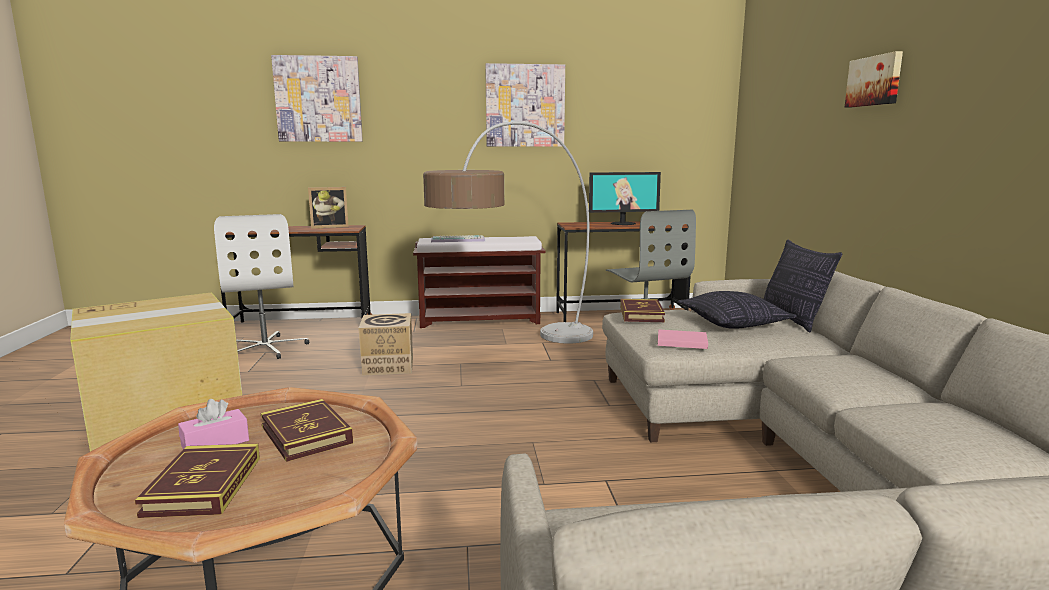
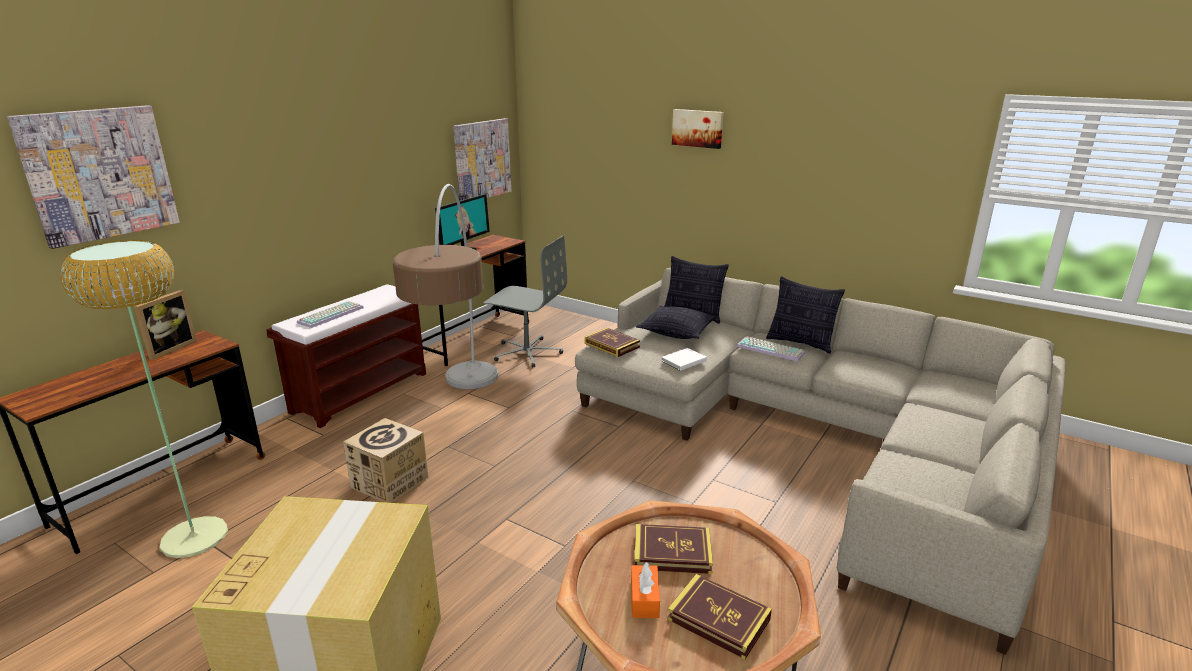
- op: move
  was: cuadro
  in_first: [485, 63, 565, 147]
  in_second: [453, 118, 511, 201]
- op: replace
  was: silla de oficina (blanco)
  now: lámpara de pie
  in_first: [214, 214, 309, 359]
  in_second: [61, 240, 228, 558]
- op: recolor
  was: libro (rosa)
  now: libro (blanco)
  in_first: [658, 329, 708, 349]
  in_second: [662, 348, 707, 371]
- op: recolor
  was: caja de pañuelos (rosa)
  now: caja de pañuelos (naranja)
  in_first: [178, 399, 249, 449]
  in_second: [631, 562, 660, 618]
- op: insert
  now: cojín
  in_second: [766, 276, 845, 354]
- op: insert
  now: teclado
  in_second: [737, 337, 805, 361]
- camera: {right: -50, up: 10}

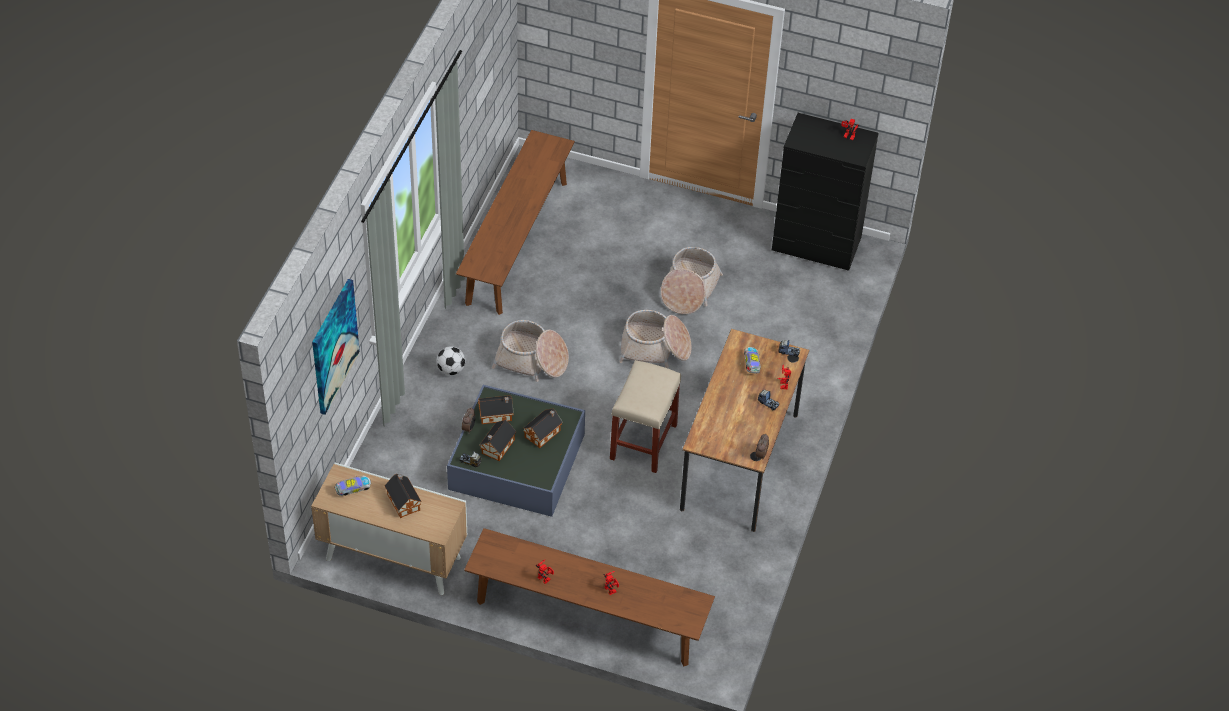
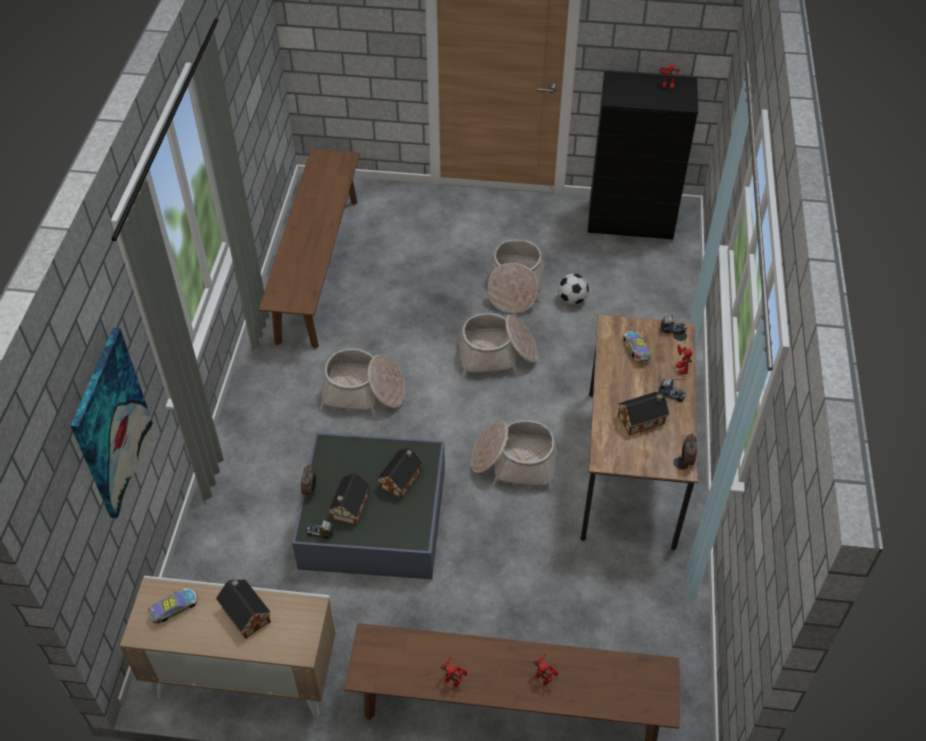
- op: move
  was: balón de fútbol
  in_first: [437, 346, 465, 375]
  in_second: [558, 274, 589, 304]
- op: replace
  was: taburete (beis)
  now: cesta
  in_first: [610, 360, 681, 473]
  in_second: [471, 420, 558, 492]
- op: move
  was: casita
  in_first: [478, 395, 514, 424]
  in_second: [617, 392, 669, 435]
- camera: {right: -10, up: 0}

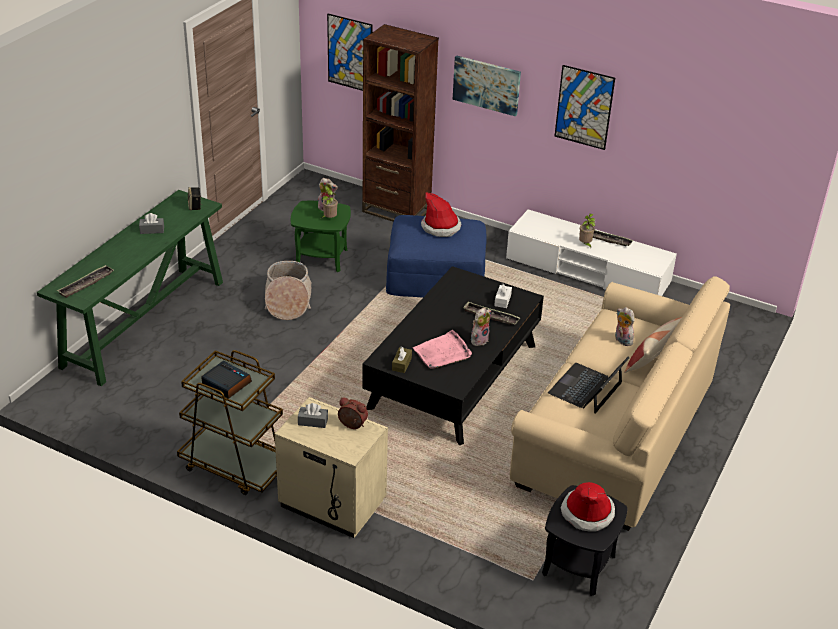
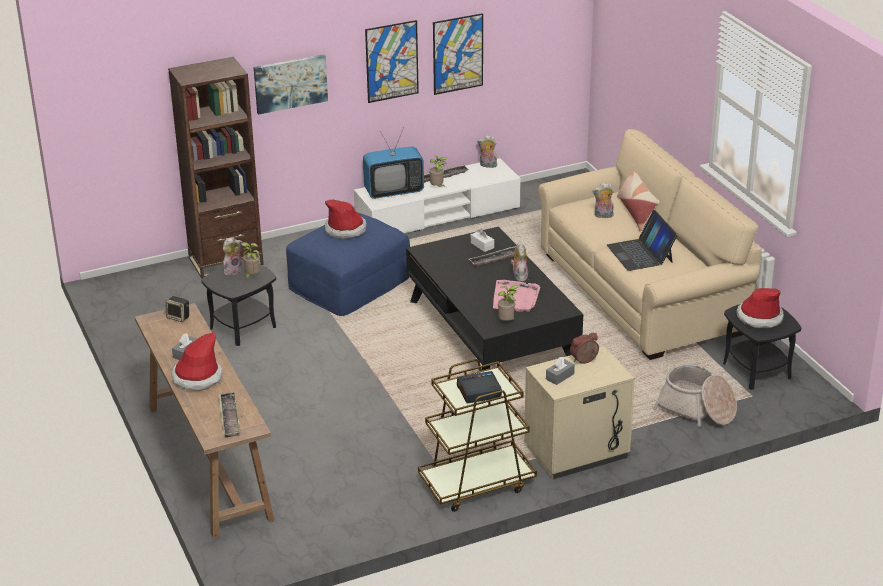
- op: move
  was: cuadro
  in_first: [327, 14, 372, 91]
  in_second: [433, 13, 483, 95]
- op: recolor
  was: mesa consola (verde)
  now: mesa consola (marrón)
  in_first: [37, 190, 223, 386]
  in_second: [135, 303, 275, 538]
- op: recolor
  was: mesa auxiliar (verde)
  now: mesa auxiliar (negro)
  in_first: [291, 201, 351, 272]
  in_second: [201, 260, 276, 346]
- op: move
  was: cesta
  in_first: [265, 261, 312, 320]
  in_second: [653, 364, 737, 427]
- op: replace
  was: caja de pañuelos (marrón)
  now: planta en maceta
  in_first: [392, 346, 412, 373]
  in_second: [498, 285, 519, 321]
- op: insert
  now: televisor
  in_second: [363, 127, 424, 199]
- op: insert
  now: peluche
  in_second: [477, 135, 497, 168]
- op: insert
  now: sombrero
  in_second: [172, 332, 223, 391]
- camera: {right: -50, up: -5}

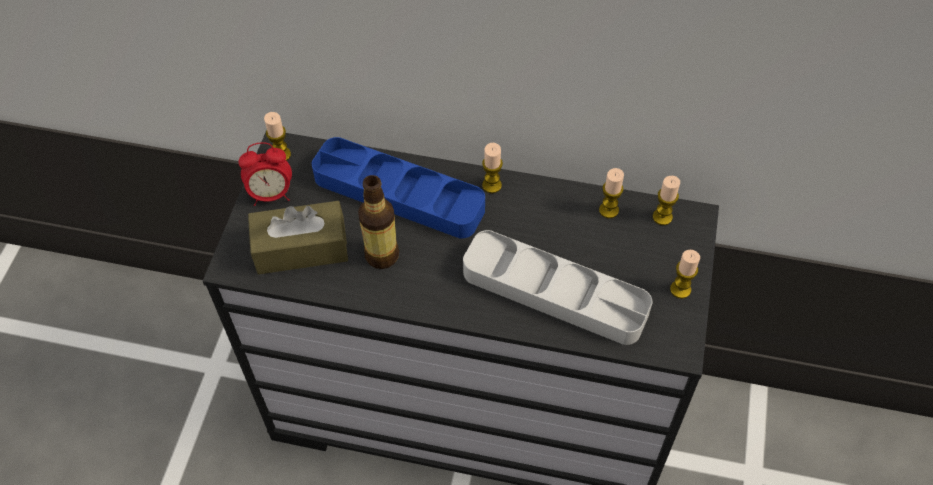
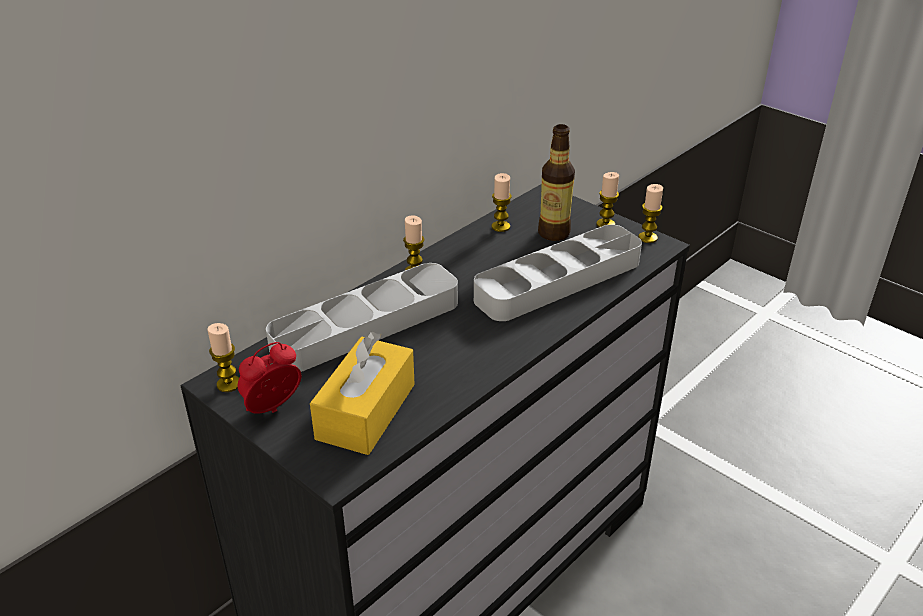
- op: recolor
  was: bandeja (azul)
  now: bandeja (gris)
  in_first: [312, 137, 485, 239]
  in_second: [266, 263, 458, 372]
- op: rotate
  was: despertador
  in_first: [238, 142, 292, 206]
  in_second: [237, 342, 301, 414]
  clockwise: -150
- op: move
  was: botella
  in_first: [358, 175, 399, 269]
  in_second: [538, 124, 575, 241]
- op: move
  was: vela
  in_first: [653, 176, 680, 225]
  in_second: [638, 184, 663, 243]
- op: recolor
  was: caja de pañuelos (marrón)
  now: caja de pañuelos (amarillo)
  in_first: [248, 201, 348, 274]
  in_second: [310, 331, 415, 455]
- camera: {right: -60, up: -20}

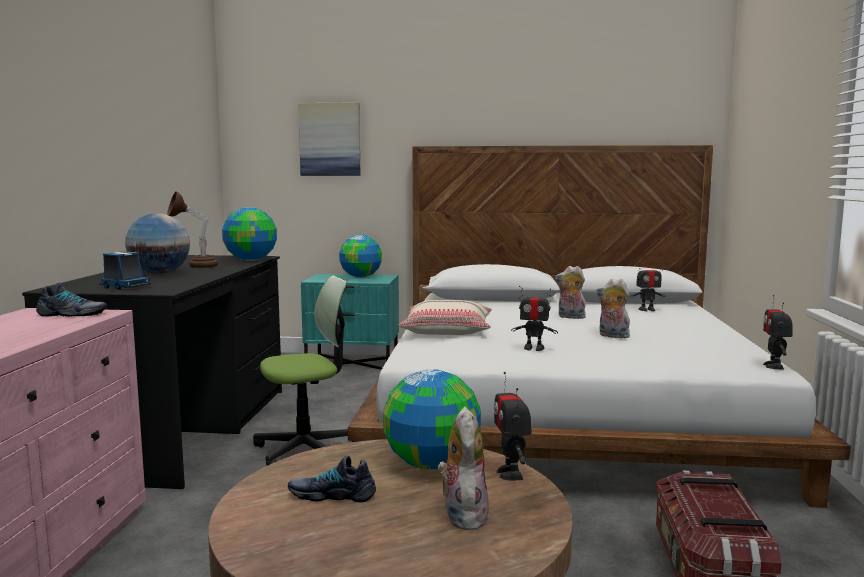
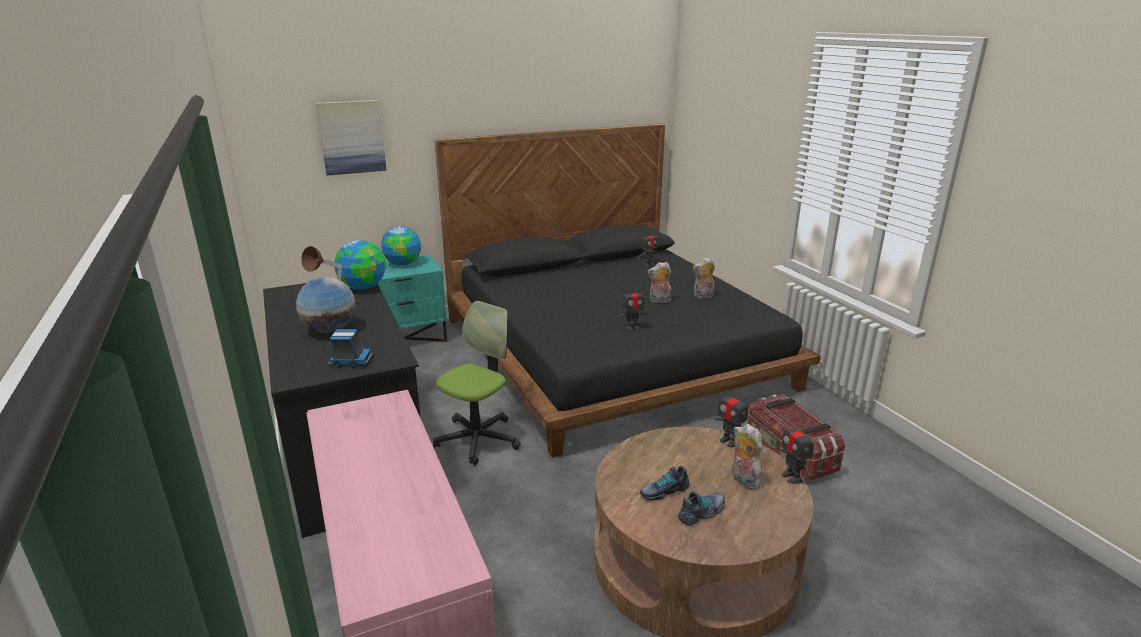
- op: recolor
  was: cama (blanco)
  now: cama (negro)
  in_first: [348, 145, 851, 508]
  in_second: [435, 124, 821, 458]
- op: move
  was: peluche
  in_first: [555, 266, 586, 319]
  in_second: [693, 257, 715, 298]
- op: move
  was: zapato
  in_first: [36, 283, 107, 317]
  in_second: [678, 492, 725, 525]
- op: move
  was: robot de juguete
  in_first: [763, 295, 793, 370]
  in_second: [780, 415, 813, 484]
- op: delete
  was: cojín (beis)
  in_first: [398, 300, 492, 335]
- op: delete
  was: globo terráqueo
  in_first: [383, 369, 481, 469]
- camera: {right: -30, up: 15}

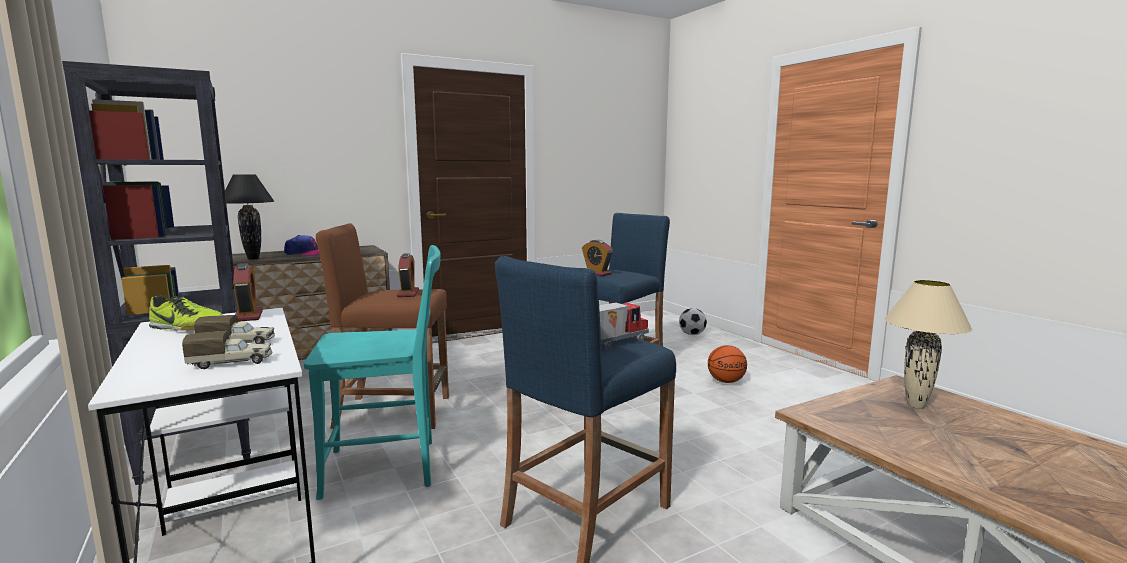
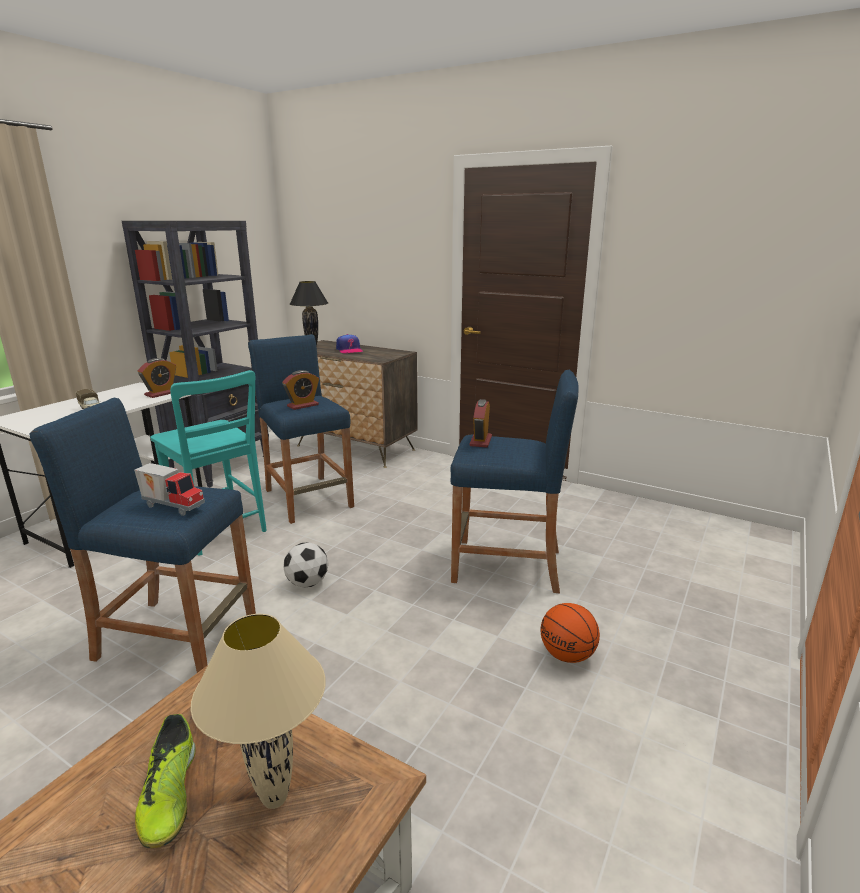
- op: recolor
  was: taburete (marrón)
  now: taburete (azul)
  in_first: [316, 224, 449, 429]
  in_second: [248, 334, 354, 524]
- op: move
  was: zapato
  in_first: [149, 295, 223, 331]
  in_second: [135, 714, 196, 849]
- op: move
  was: balón de fútbol
  in_first: [679, 308, 707, 335]
  in_second: [283, 542, 329, 588]
- op: delete
  was: camión de juguete
  in_first: [182, 331, 272, 369]
- camera: {right: 60, up: 10}

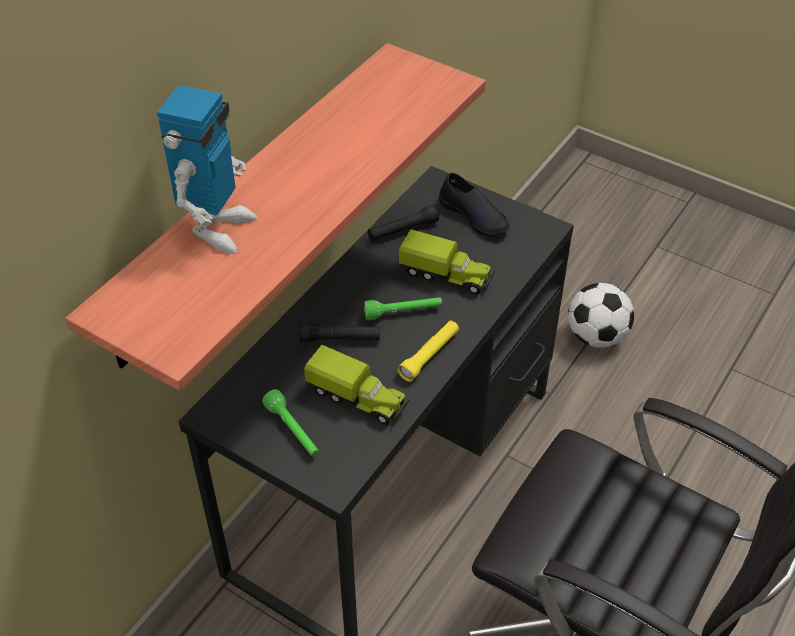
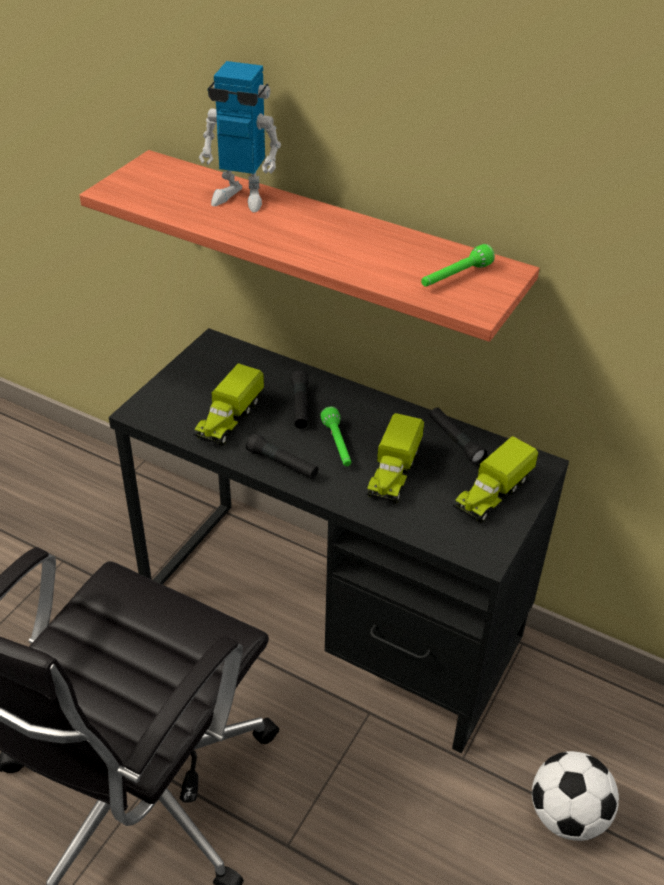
- op: replace
  was: zapato (negro)
  now: camión de juguete
  in_first: [439, 173, 510, 237]
  in_second: [453, 436, 538, 523]
- op: recolor
  was: linterna (amarillo)
  now: linterna (negro)
  in_first: [397, 320, 459, 382]
  in_second: [246, 433, 318, 479]
- op: move
  was: linterna (verde)
  in_first: [262, 389, 318, 456]
  in_second: [421, 244, 495, 287]
- camera: {right: 85, up: -5}

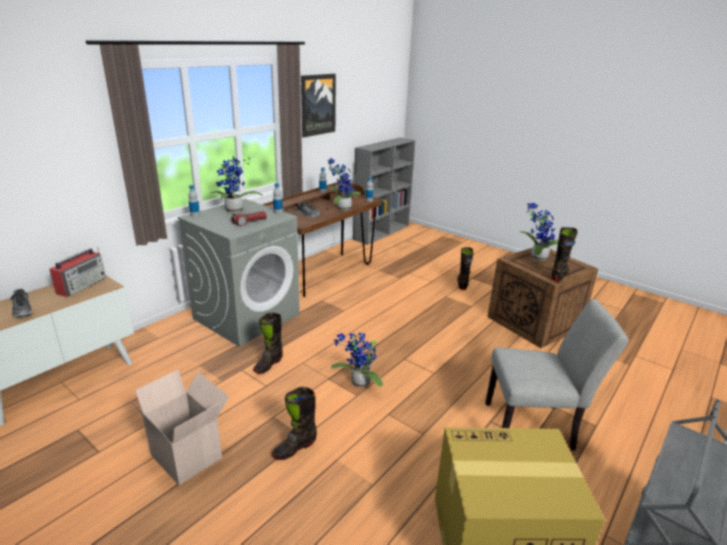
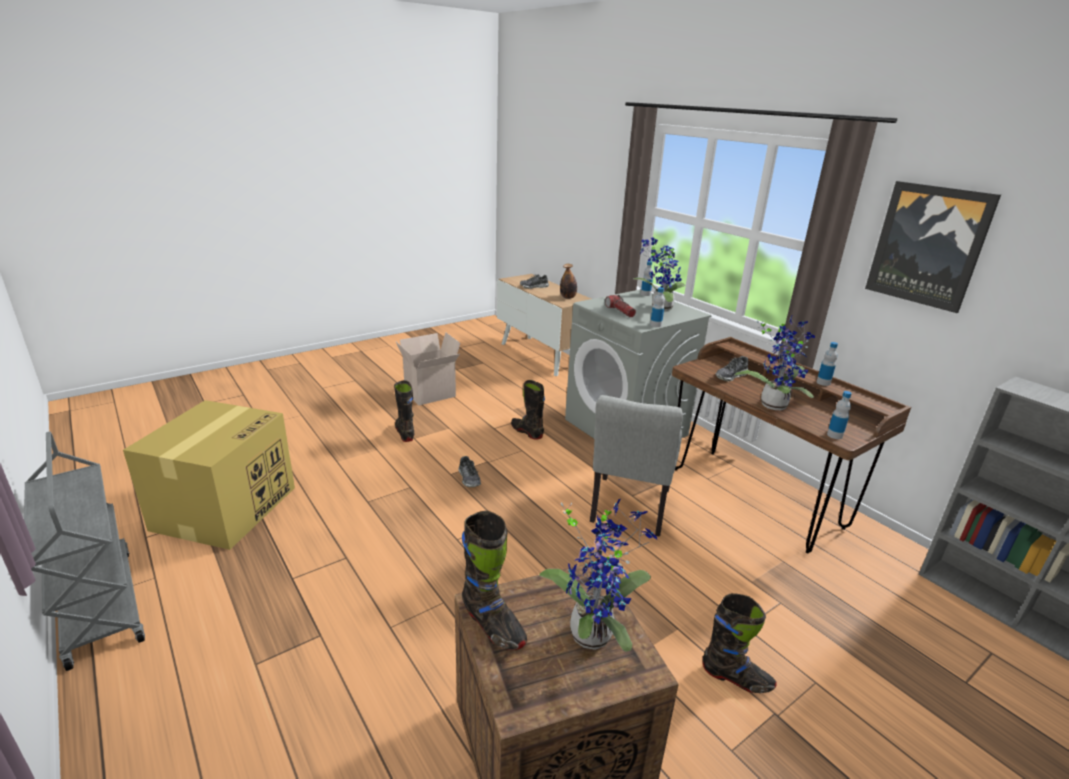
- op: replace
  was: radio
  now: botella
  in_first: [49, 247, 106, 297]
  in_second: [560, 264, 577, 299]
- op: move
  was: silla (gris)
  in_first: [485, 299, 629, 450]
  in_second: [590, 395, 683, 536]
- op: replace
  was: planta en maceta
  now: zapato
  in_first: [331, 331, 383, 387]
  in_second: [458, 456, 481, 487]
- camera: {right: 105, up: 0}

